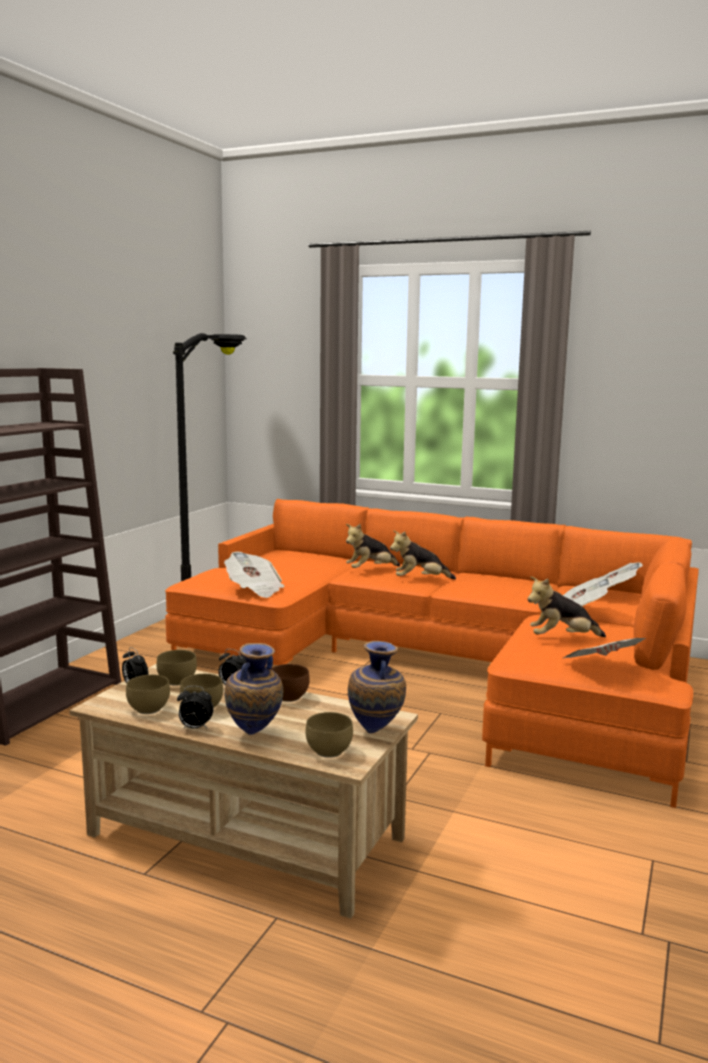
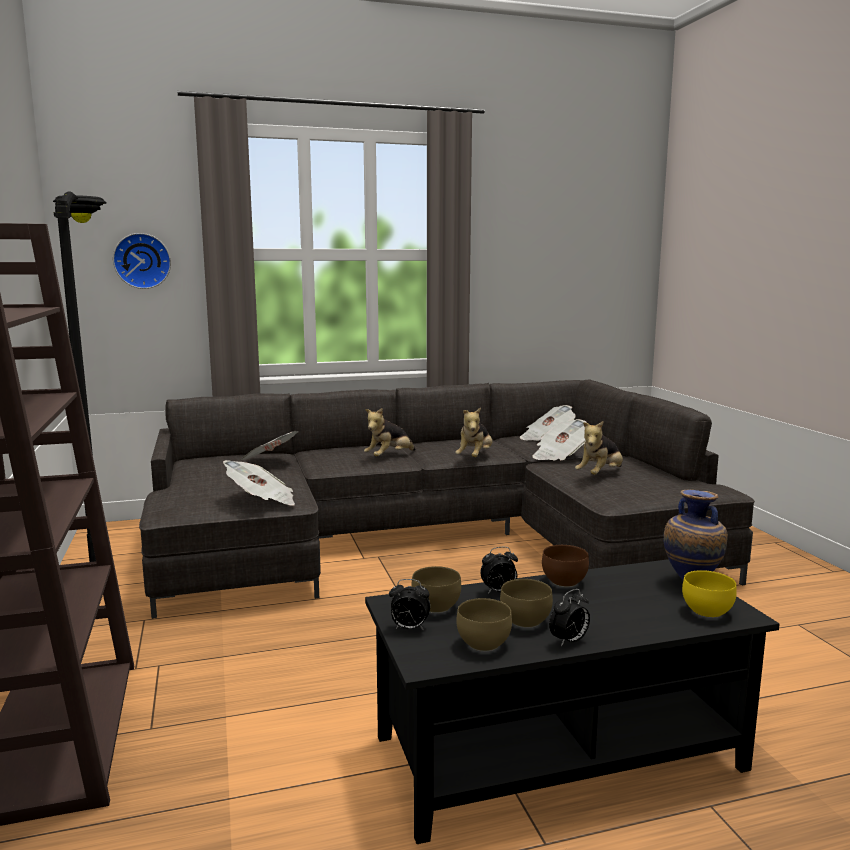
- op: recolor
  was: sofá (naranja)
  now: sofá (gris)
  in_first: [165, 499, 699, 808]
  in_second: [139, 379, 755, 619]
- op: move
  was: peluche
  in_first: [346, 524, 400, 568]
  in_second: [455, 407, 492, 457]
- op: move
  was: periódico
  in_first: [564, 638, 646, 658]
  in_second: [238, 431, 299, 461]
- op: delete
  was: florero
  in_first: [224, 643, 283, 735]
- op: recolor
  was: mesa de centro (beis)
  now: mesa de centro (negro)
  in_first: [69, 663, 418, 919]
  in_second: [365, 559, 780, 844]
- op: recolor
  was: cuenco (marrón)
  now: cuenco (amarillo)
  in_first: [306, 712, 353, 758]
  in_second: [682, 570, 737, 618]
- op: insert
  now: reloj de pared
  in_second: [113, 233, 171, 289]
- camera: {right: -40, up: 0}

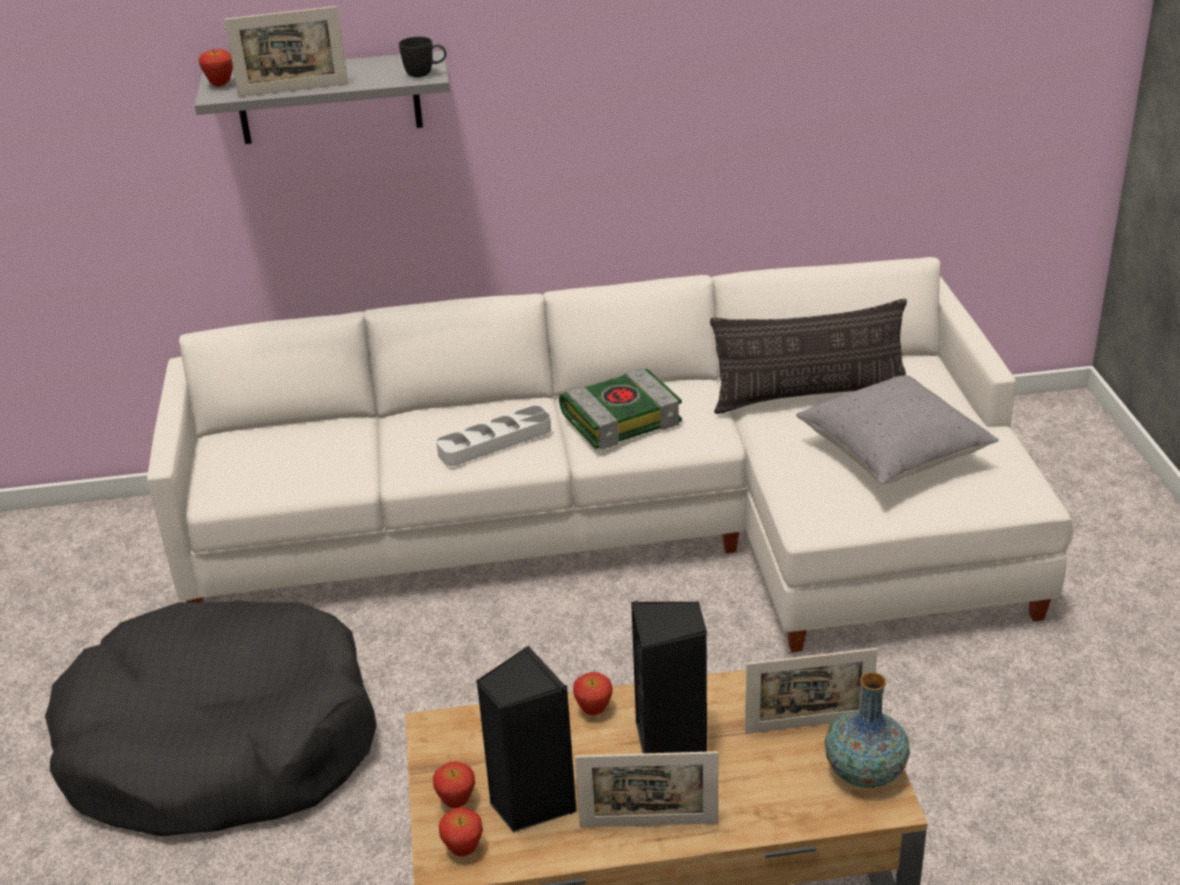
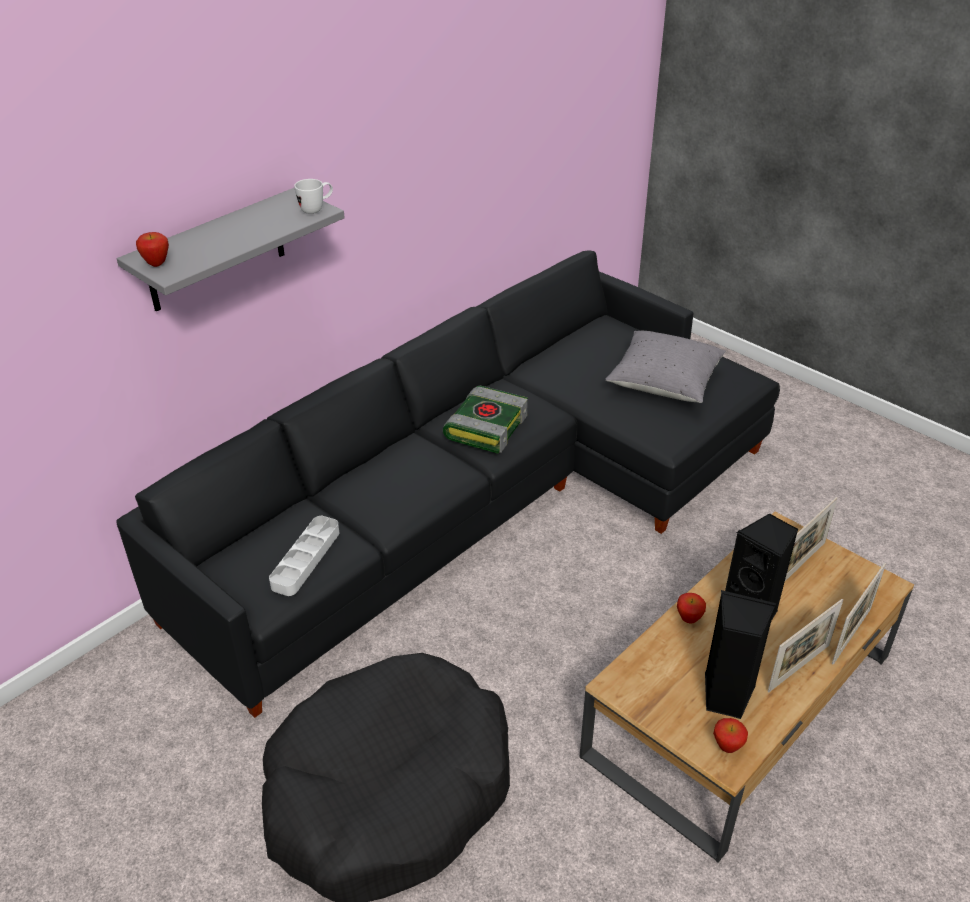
- op: move
  was: portarretratos
  in_first: [224, 6, 348, 97]
  in_second: [832, 563, 886, 664]
- op: recolor
  was: taza grande (negro)
  now: taza grande (blanco)
  in_first: [399, 37, 446, 77]
  in_second: [294, 179, 333, 214]
- op: recolor
  was: sofá (blanco)
  now: sofá (negro)
  in_first: [147, 257, 1074, 653]
  in_second: [116, 250, 780, 718]
- op: delete
  was: cojín
  in_first: [710, 299, 907, 414]
- op: move
  was: bandeja (gris)
  in_first: [436, 405, 551, 466]
  in_second: [269, 516, 339, 596]
- op: delete
  was: florero
  in_first: [825, 672, 910, 788]
- op: delete
  was: manzana
  in_first: [433, 761, 475, 808]
- camera: {right: -40, up: 5}

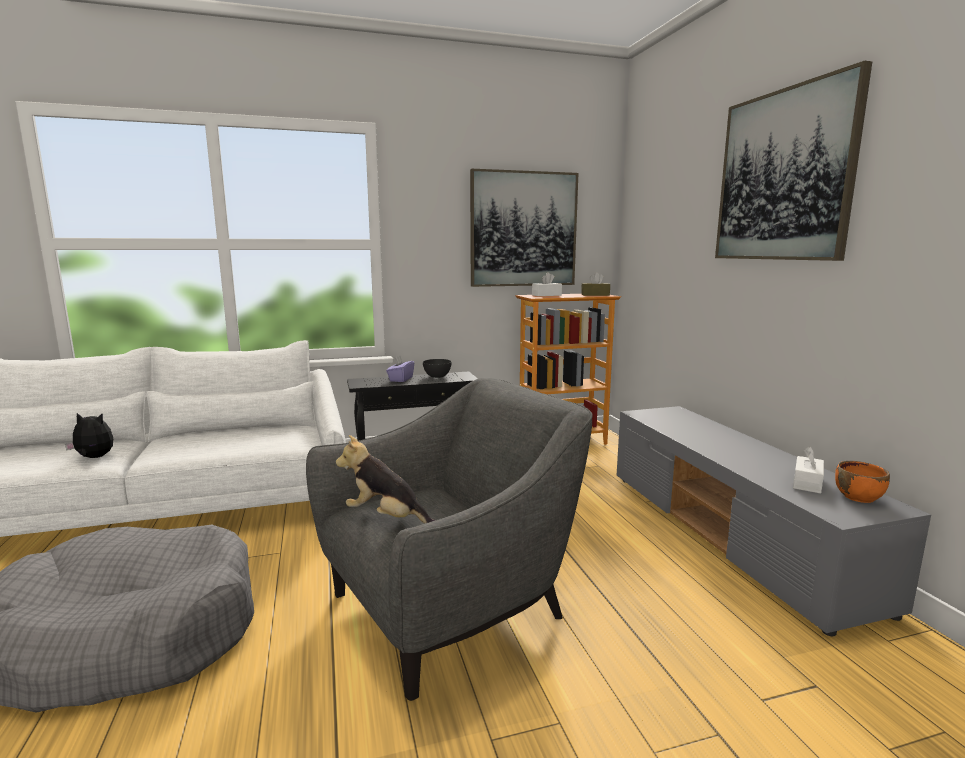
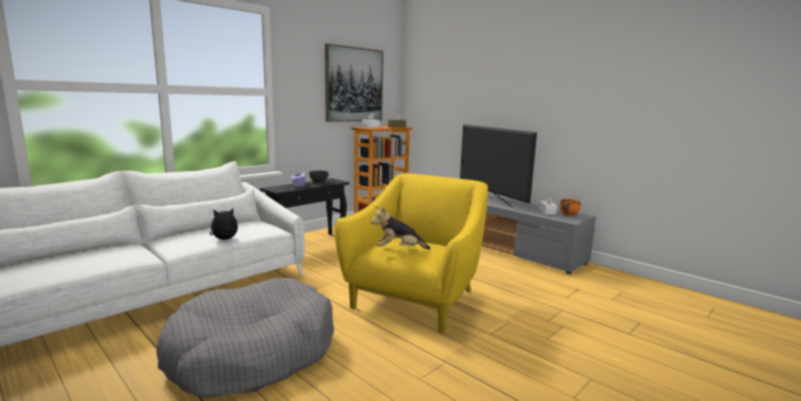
- op: delete
  was: cuadro
  in_first: [715, 61, 872, 261]
- op: recolor
  was: sillón (gris)
  now: sillón (amarillo)
  in_first: [306, 378, 593, 701]
  in_second: [335, 173, 488, 333]
- op: move
  was: peluche
  in_first: [65, 413, 113, 458]
  in_second: [209, 208, 238, 240]
- op: insert
  now: televisor
  in_second: [460, 124, 537, 207]
- camera: {right: -30, up: 0}

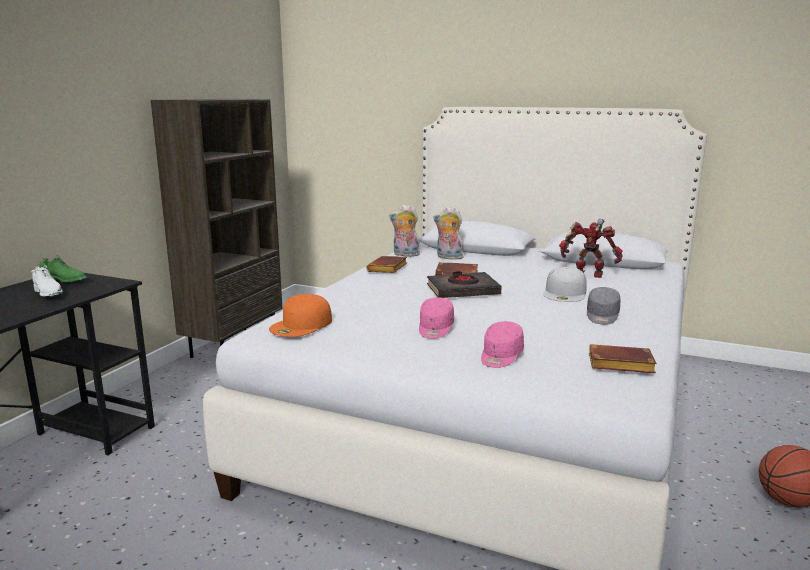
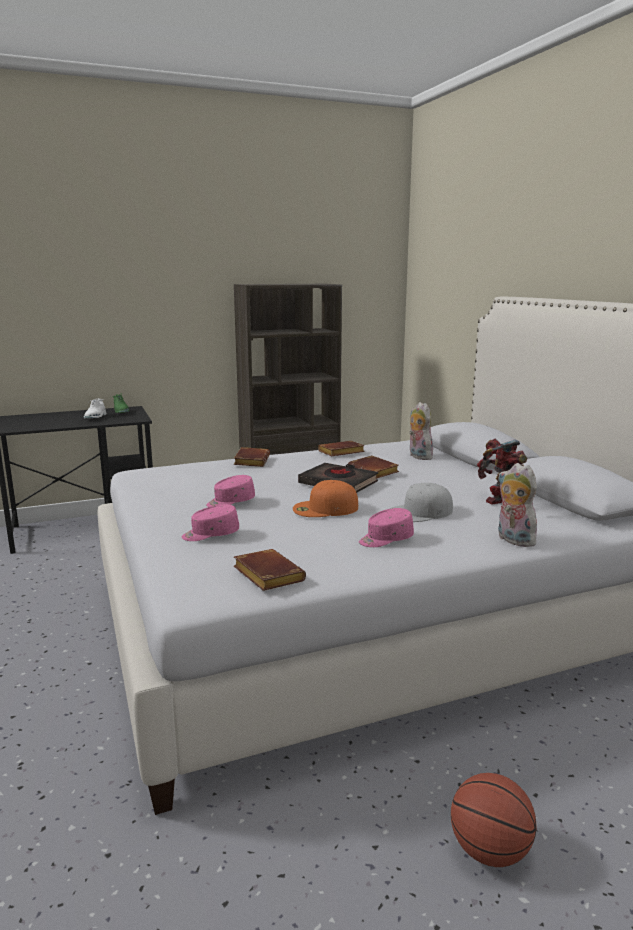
- op: move
  was: peluche
  in_first: [389, 204, 420, 257]
  in_second: [498, 463, 537, 547]
- op: recolor
  was: gorra (gris)
  now: gorra (rosa)
  in_first: [587, 287, 620, 325]
  in_second: [359, 508, 414, 547]
- op: move
  was: gorra (naranja)
  in_first: [269, 294, 332, 337]
  in_second: [293, 480, 358, 517]
- op: insert
  now: libro (marrón)
  in_second: [234, 447, 270, 467]
- camera: {right: 45, up: 0}

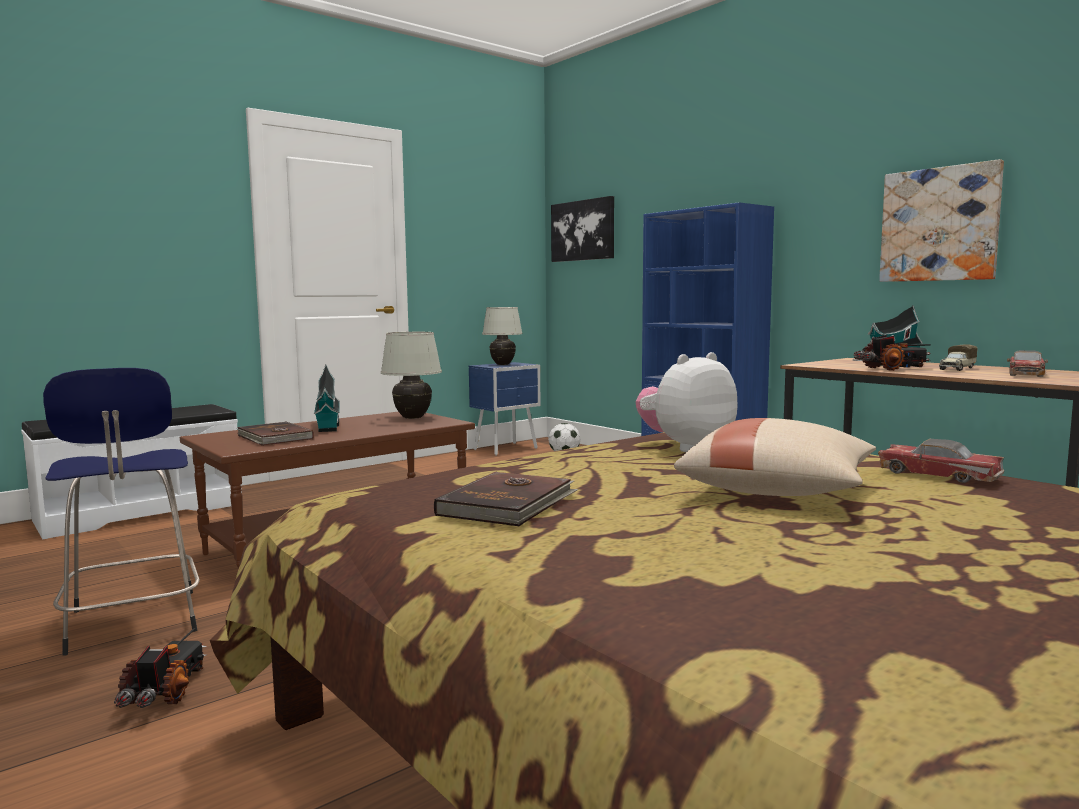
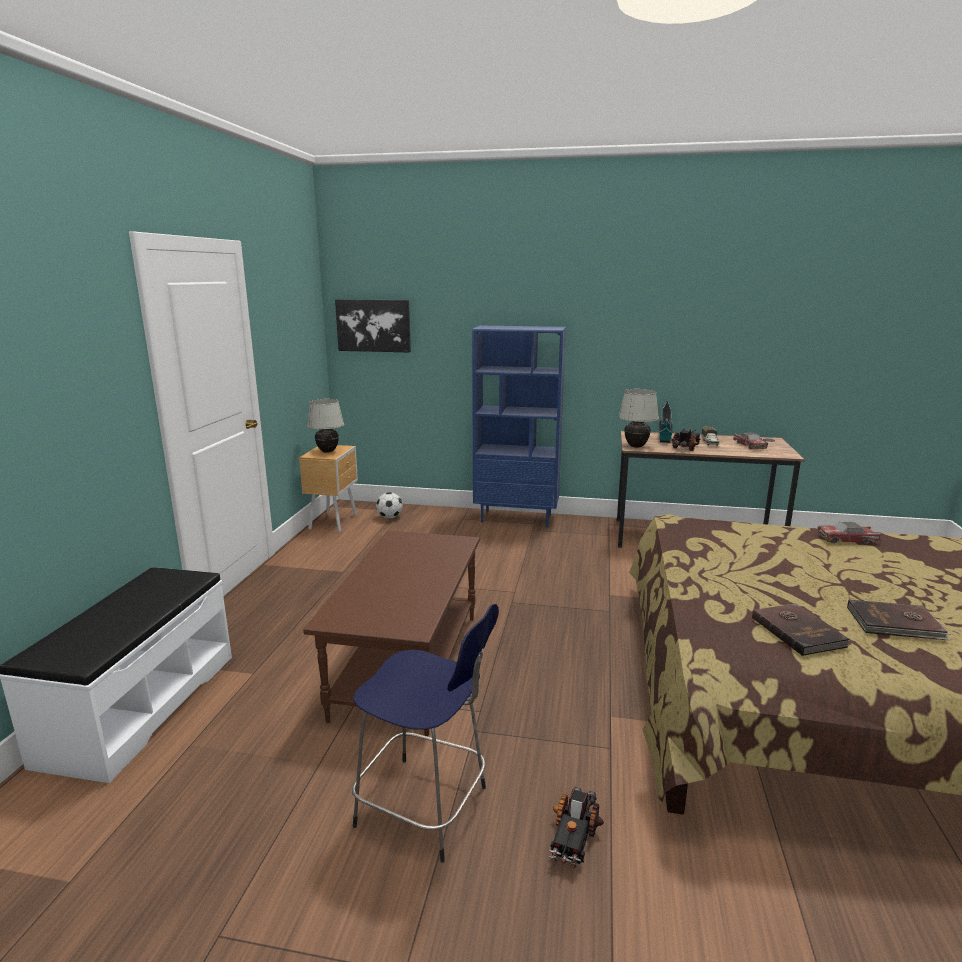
- op: delete
  was: cuadro
  in_first: [879, 159, 1004, 282]
- op: move
  was: lámpara de mesa (blanco)
  in_first: [381, 332, 442, 419]
  in_second: [618, 389, 659, 447]
- op: delete
  was: peluche
  in_first: [636, 352, 738, 452]
- op: recolor
  was: mesita de noche (azul)
  now: mesita de noche (marrón)
  in_first: [469, 362, 541, 456]
  in_second: [299, 445, 358, 532]
- op: delete
  was: casita
  in_first: [313, 365, 340, 432]
- op: delete
  was: cojín (beis)
  in_first: [674, 418, 876, 496]
- op: move
  was: libro (marrón)
  in_first: [237, 422, 314, 446]
  in_second: [847, 600, 950, 640]
- op: rotate
  was: camión de juguete
  in_first: [114, 628, 207, 708]
  in_second: [549, 787, 604, 868]
  clockwise: -120
- camera: {right: -40, up: 10}

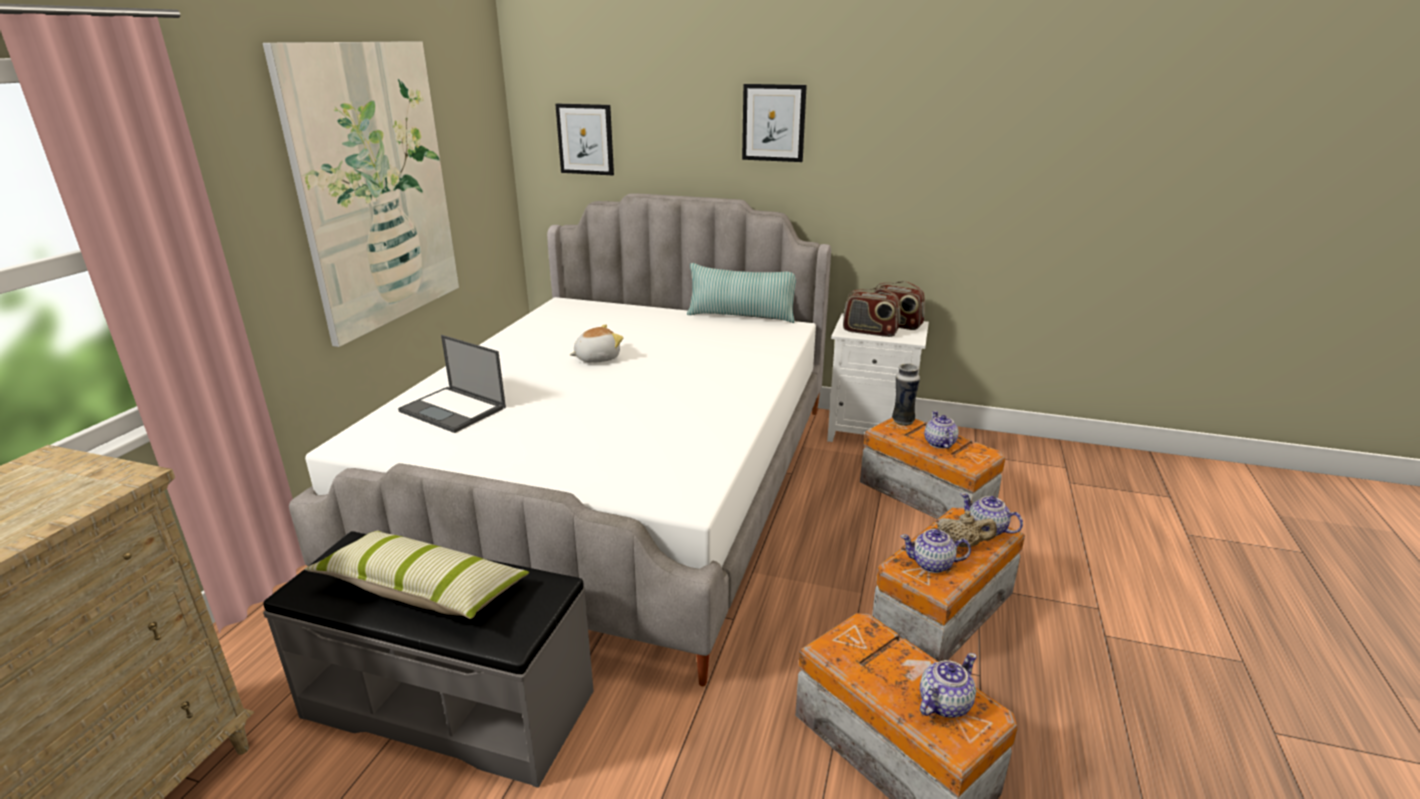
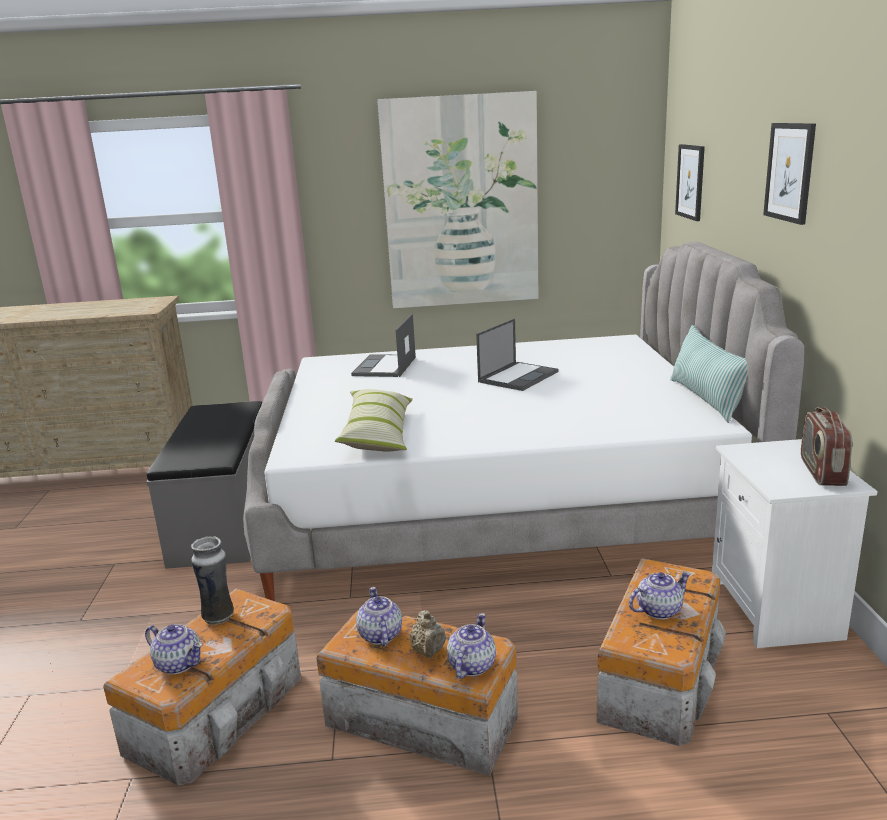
- op: delete
  was: radio
  in_first: [843, 287, 900, 337]
- op: replace
  was: peluche
  now: portátil
  in_first: [570, 324, 623, 363]
  in_second: [476, 318, 558, 391]
- op: move
  was: florero
  in_first: [892, 363, 920, 426]
  in_second: [191, 536, 234, 625]
- op: move
  was: cojín
  in_first: [304, 531, 529, 619]
  in_second: [335, 389, 413, 452]
- camera: {right: 70, up: -5}

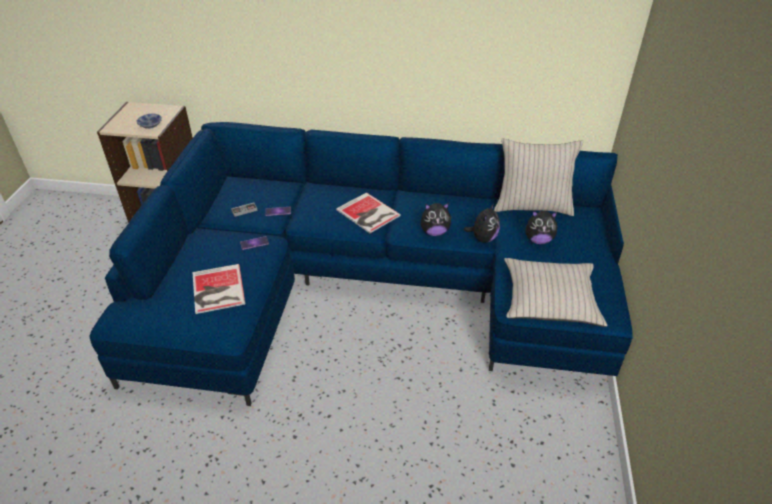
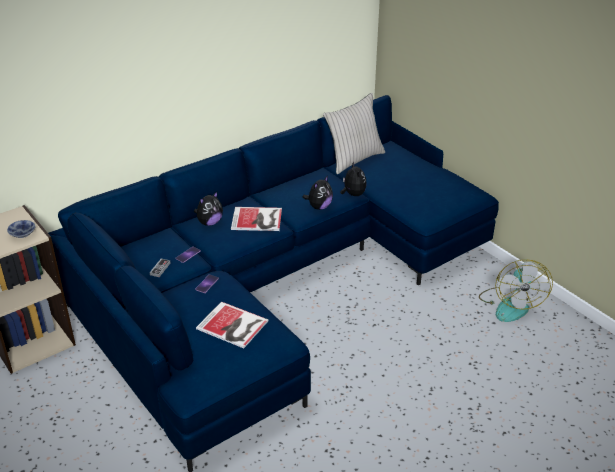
- op: move
  was: peluche
  in_first: [525, 211, 558, 244]
  in_second: [194, 192, 223, 226]
- op: delete
  was: cojín (beis)
  in_first: [504, 258, 608, 327]
- op: insert
  now: ventilador
  in_second: [479, 259, 553, 322]
- camera: {right: -45, up: -5}

